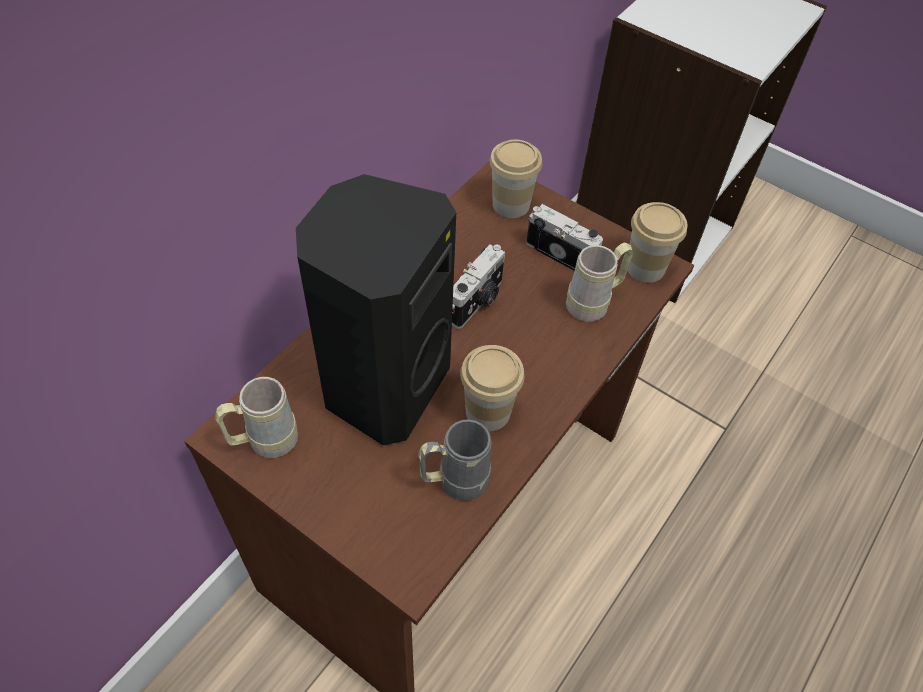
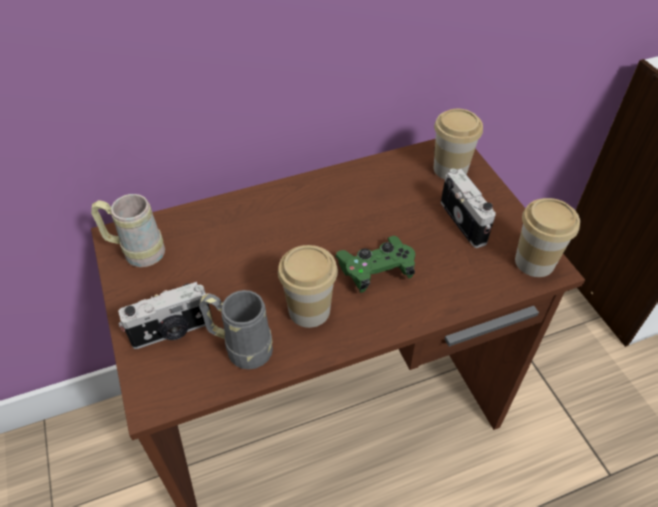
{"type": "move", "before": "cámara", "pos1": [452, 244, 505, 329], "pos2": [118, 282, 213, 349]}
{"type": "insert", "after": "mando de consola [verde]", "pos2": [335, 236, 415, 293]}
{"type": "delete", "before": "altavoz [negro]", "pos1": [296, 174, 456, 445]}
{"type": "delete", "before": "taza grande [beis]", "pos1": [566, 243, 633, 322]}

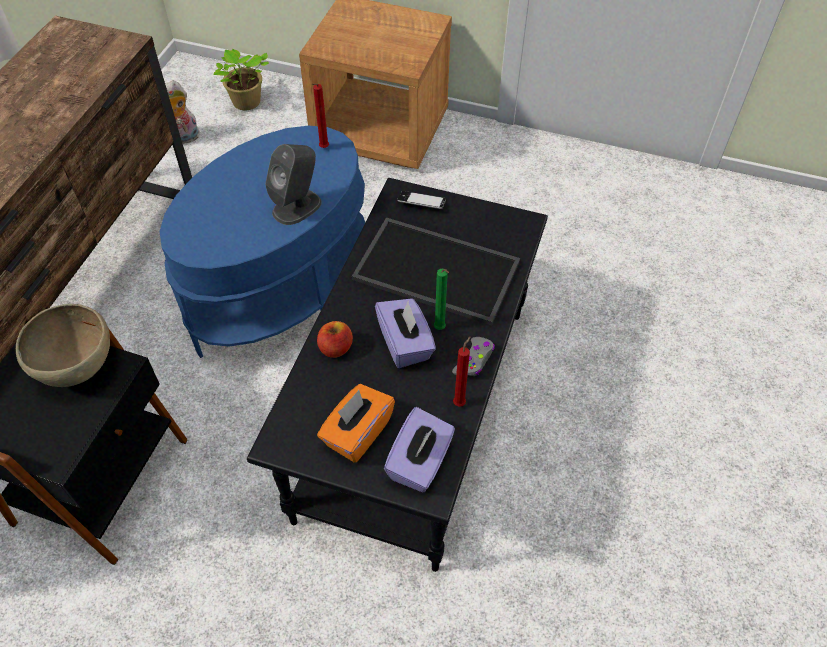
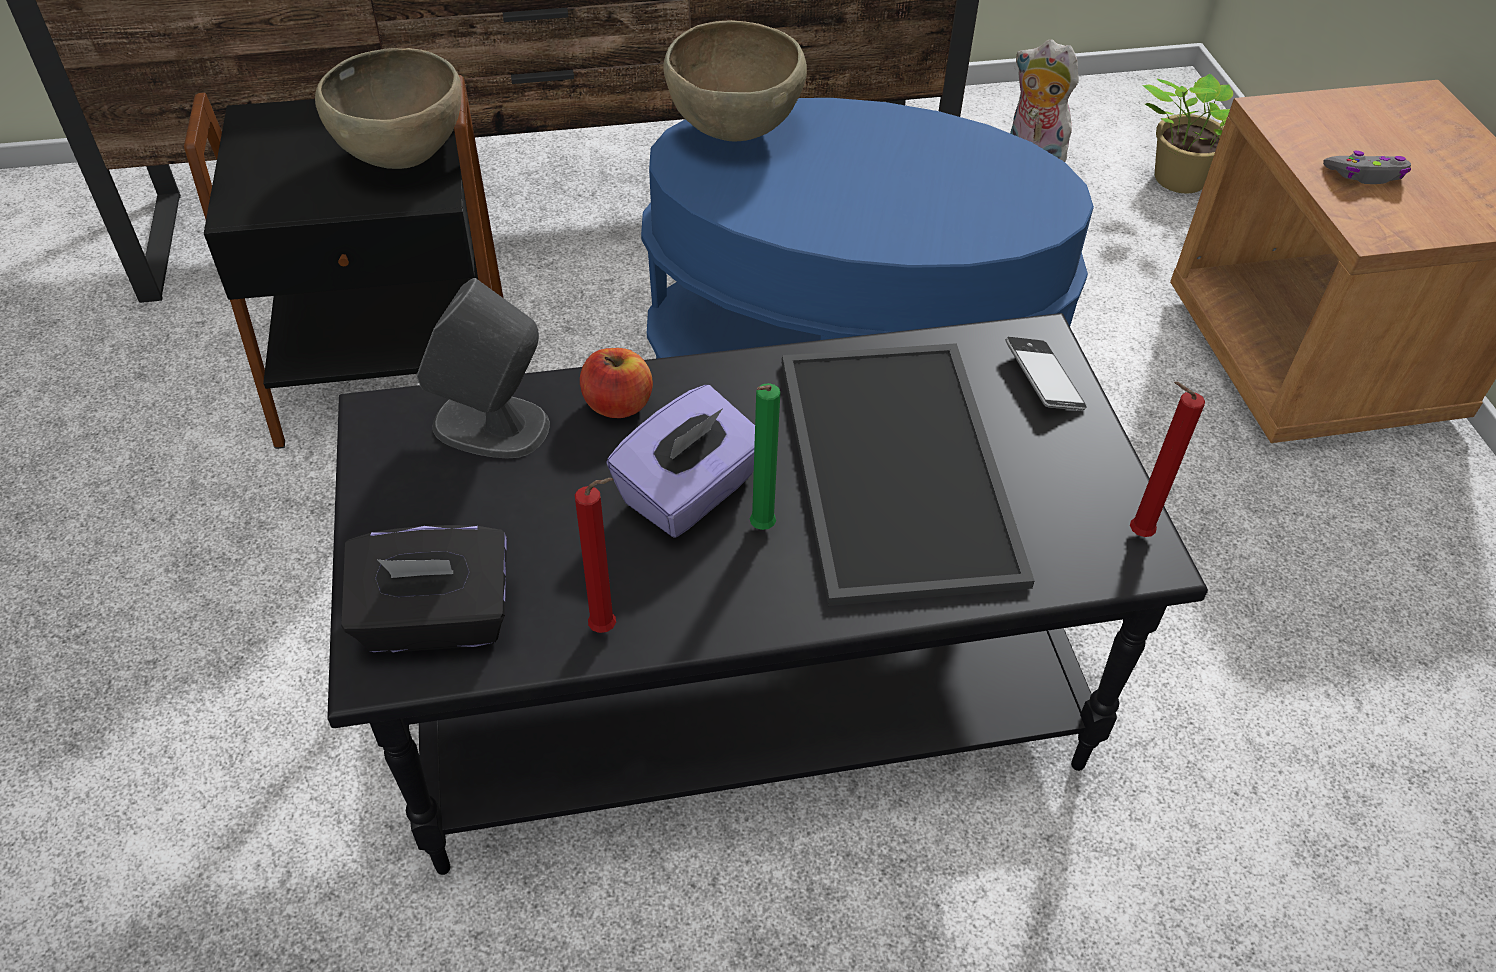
{"type": "recolor", "before": "caja de pañuelos [morado]", "after": "caja de pañuelos [negro]", "pos1": [384, 407, 455, 492], "pos2": [341, 525, 507, 653]}
{"type": "move", "before": "altavoz [gris]", "pos1": [265, 144, 322, 225], "pos2": [417, 278, 550, 459]}
{"type": "insert", "after": "cuenco [marrón]", "pos2": [663, 20, 807, 141]}
{"type": "move", "before": "vela [rojo]", "pos1": [312, 84, 329, 148], "pos2": [1130, 382, 1205, 537]}
{"type": "move", "before": "mando de consola [gris]", "pos1": [452, 337, 495, 376], "pos2": [1323, 151, 1411, 184]}
{"type": "delete", "before": "caja de pañuelos [naranja]", "pos1": [317, 384, 395, 463]}

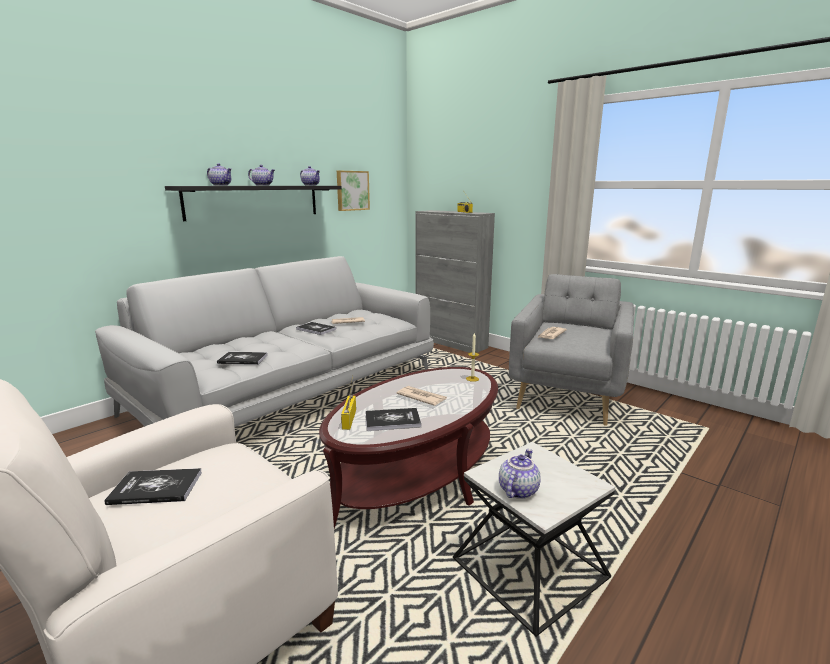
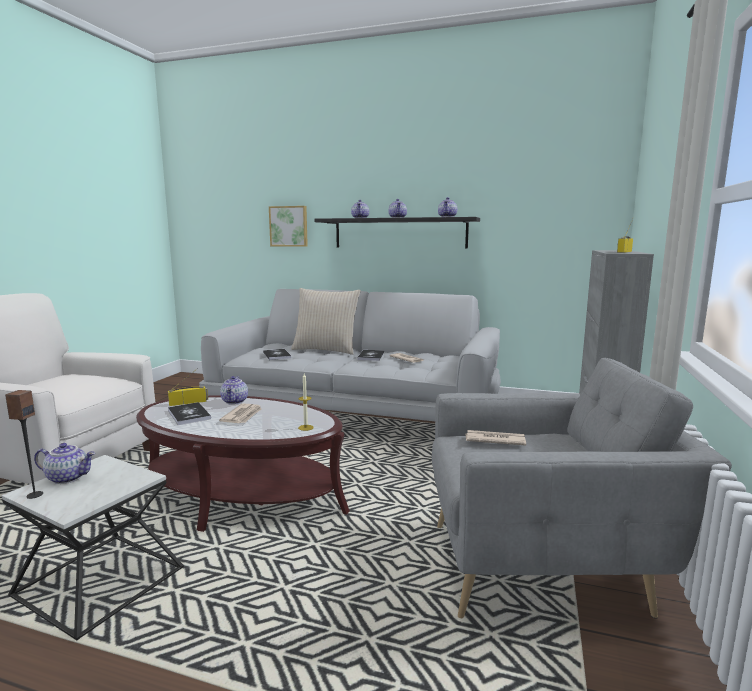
{"type": "insert", "after": "altavoz", "pos2": [5, 390, 43, 499]}
{"type": "insert", "after": "tetera", "pos2": [220, 376, 248, 405]}
{"type": "move", "before": "cuadro", "pos1": [337, 171, 370, 211], "pos2": [269, 206, 308, 247]}
{"type": "insert", "after": "cojín [beis]", "pos2": [291, 288, 361, 355]}
{"type": "delete", "before": "libro", "pos1": [104, 468, 202, 505]}

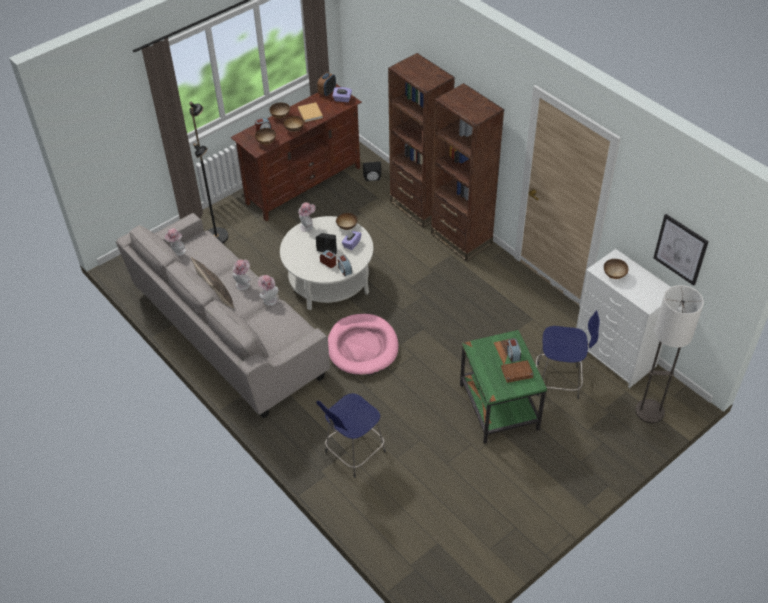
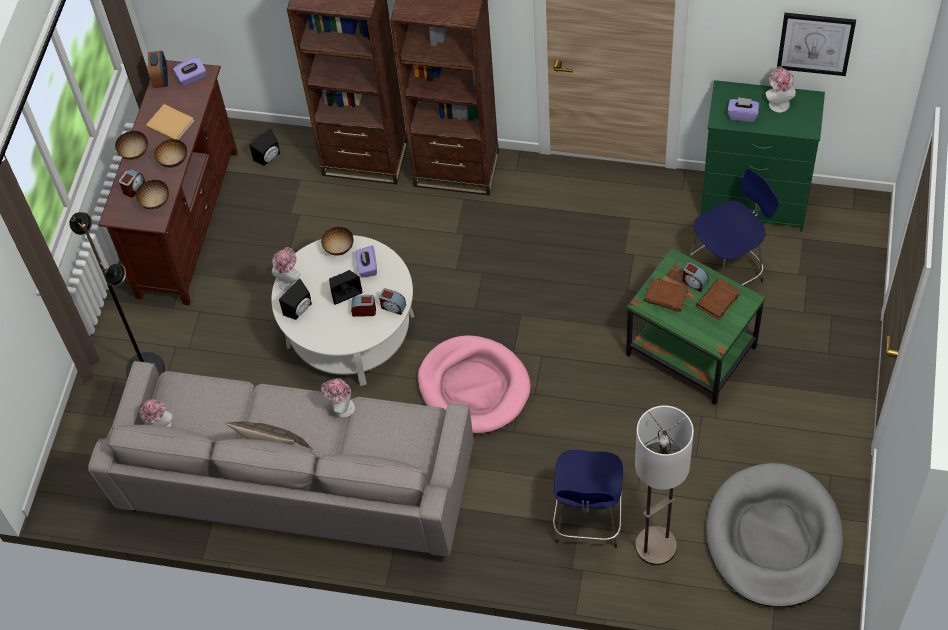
{"type": "insert", "after": "altavoz [negro]", "pos2": [279, 279, 312, 320]}
{"type": "move", "before": "lámpara de pie", "pos1": [636, 285, 704, 423], "pos2": [635, 405, 694, 565]}
{"type": "insert", "after": "libro [marrón]", "pos2": [644, 277, 688, 312]}
{"type": "recolor", "before": "cómoda [blanco]", "after": "cómoda [verde]", "pos1": [576, 249, 670, 388], "pos2": [701, 80, 825, 232]}
{"type": "insert", "after": "cama para perro [gris]", "pos2": [706, 463, 843, 608]}
{"type": "replace", "before": "cuenco", "after": "caja de pañuelos [morado]", "pos1": [604, 259, 629, 279], "pos2": [728, 97, 759, 122]}
{"type": "move", "before": "sombrero", "pos1": [232, 260, 251, 290], "pos2": [765, 66, 796, 113]}

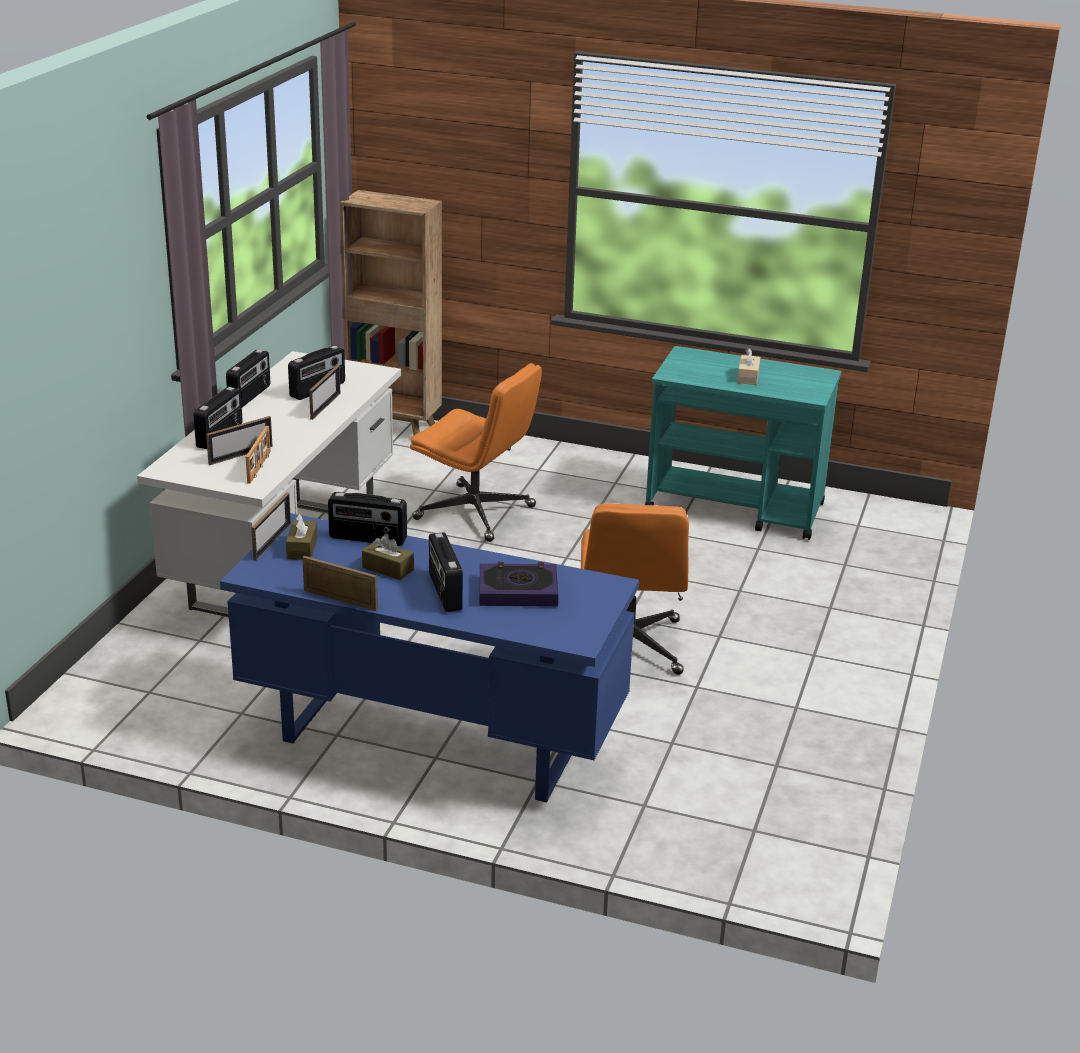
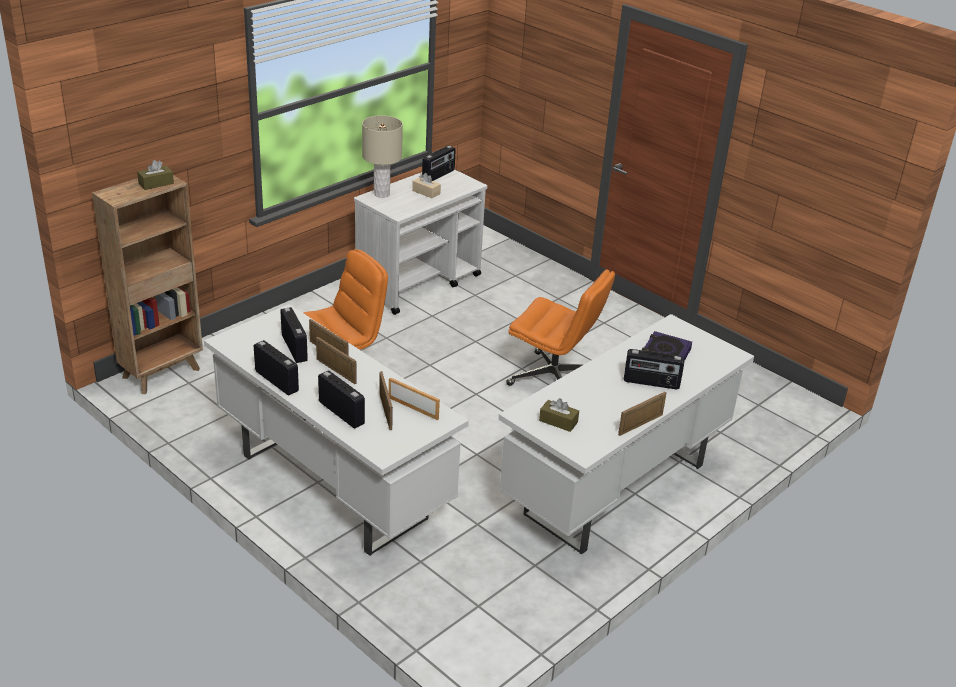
{"type": "move", "before": "caja de pañuelos [marrón]", "pos1": [362, 535, 414, 580], "pos2": [137, 160, 174, 190]}
{"type": "move", "before": "portarretratos", "pos1": [251, 492, 291, 561], "pos2": [316, 337, 356, 384]}
{"type": "recolor", "before": "carrito [turquesa]", "after": "carrito [blanco]", "pos1": [645, 346, 841, 540], "pos2": [354, 169, 487, 315]}
{"type": "insert", "after": "lámpara de mesa [beis]", "pos2": [362, 115, 403, 198]}
{"type": "move", "before": "radio", "pos1": [328, 492, 407, 546], "pos2": [422, 145, 456, 181]}
{"type": "recolor", "before": "escritorio [azul]", "after": "escritorio [blanco]", "pos1": [220, 513, 639, 802], "pos2": [498, 314, 754, 555]}

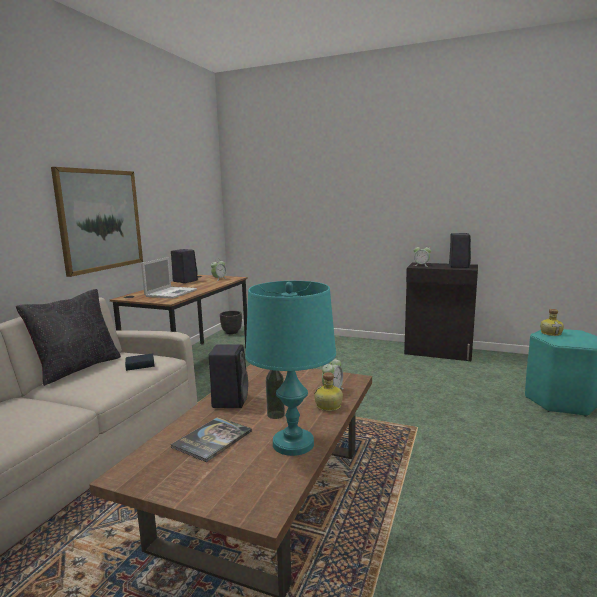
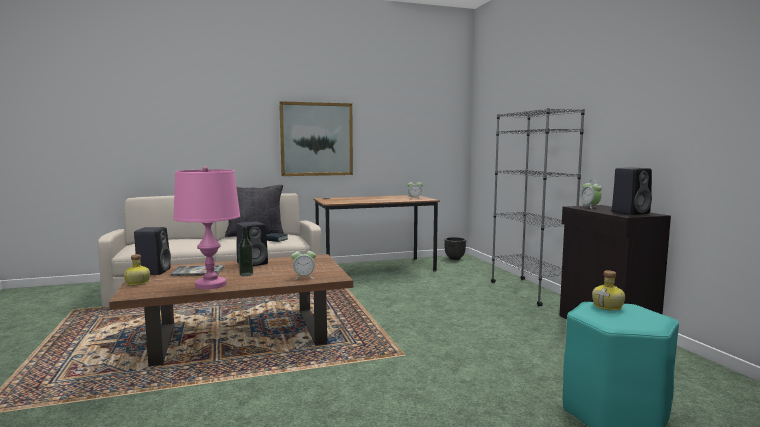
{"type": "move", "before": "botella", "pos1": [314, 372, 343, 411], "pos2": [124, 254, 150, 285]}
{"type": "move", "before": "altavoz [negro]", "pos1": [171, 249, 198, 283], "pos2": [134, 227, 171, 275]}
{"type": "recolor", "before": "lámpara de mesa [turquesa]", "after": "lámpara de mesa [rosa]", "pos1": [245, 281, 336, 456], "pos2": [173, 166, 240, 289]}
{"type": "insert", "after": "estantería [gris]", "pos2": [491, 108, 585, 306]}
{"type": "delete", "before": "portátil", "pos1": [141, 257, 197, 299]}

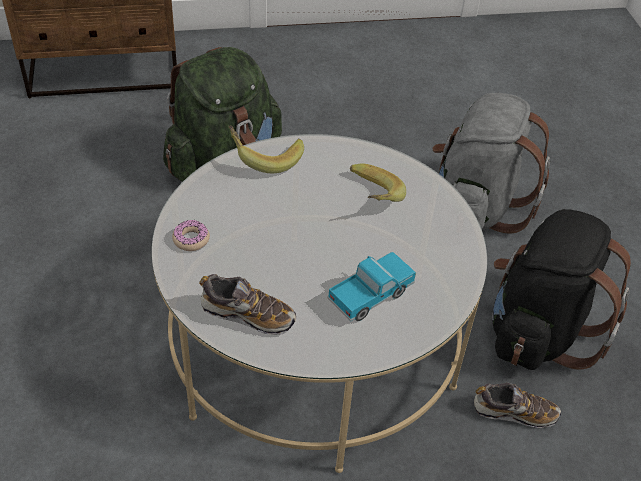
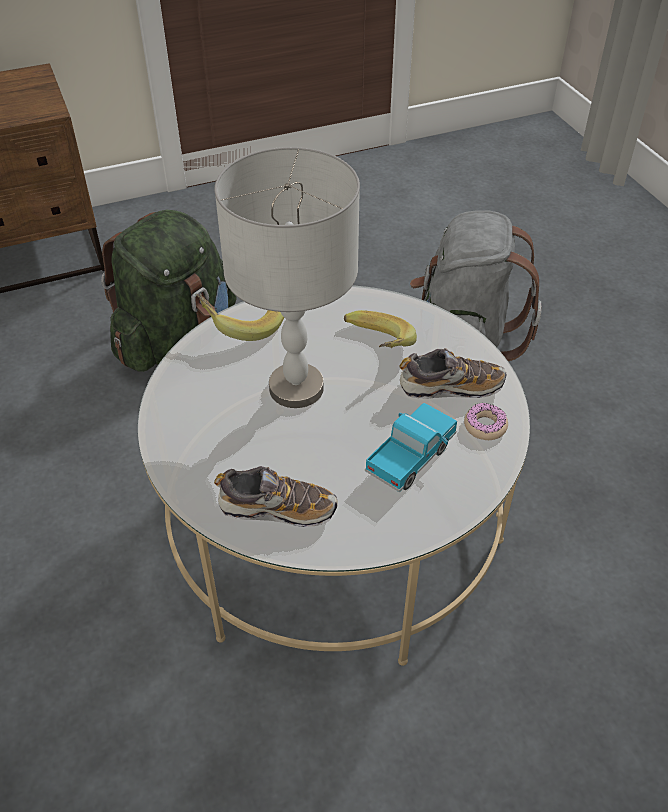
{"type": "insert", "after": "lámpara de mesa [gris]", "pos2": [215, 147, 360, 408]}
{"type": "move", "before": "zapato", "pos1": [474, 383, 561, 428], "pos2": [399, 348, 506, 399]}
{"type": "move", "before": "rosquilla", "pos1": [172, 220, 210, 251], "pos2": [464, 403, 508, 440]}
{"type": "delete", "before": "mochila [negro]", "pos1": [492, 209, 631, 370]}

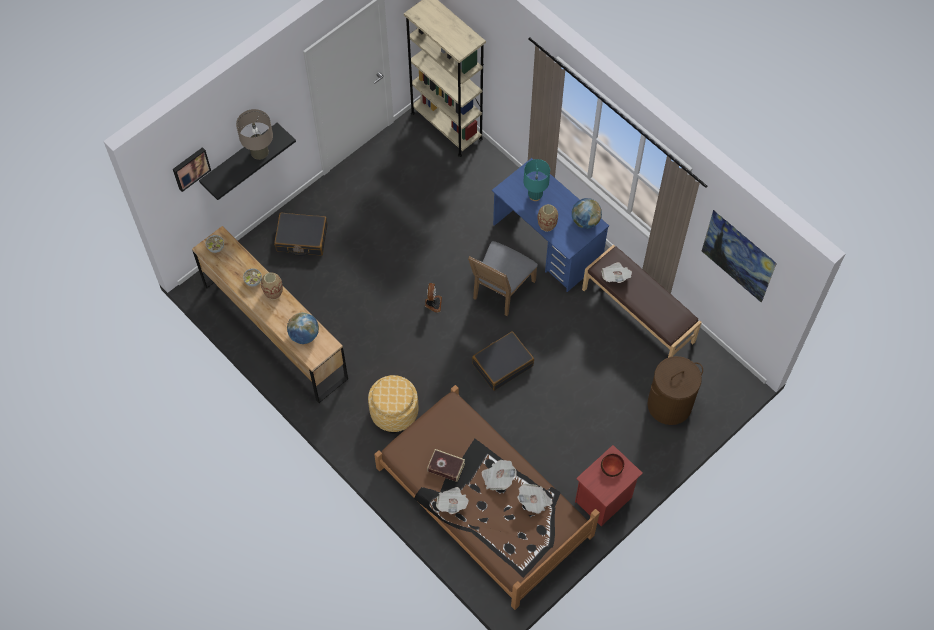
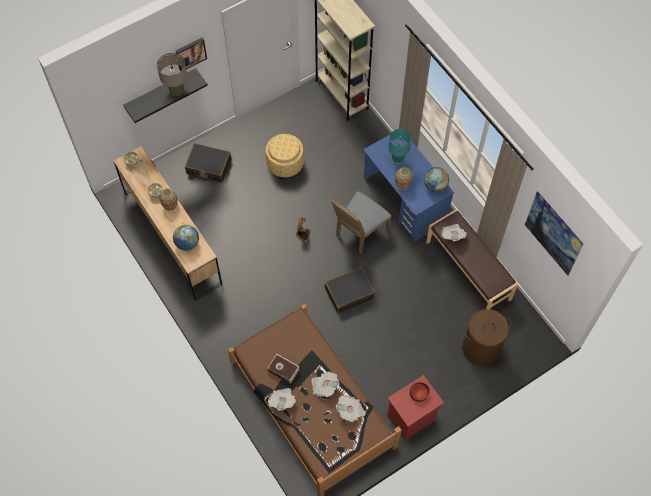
{"type": "move", "before": "cuadro", "pos1": [173, 147, 211, 192], "pos2": [176, 38, 207, 71]}
{"type": "move", "before": "puf", "pos1": [368, 375, 418, 433], "pos2": [266, 134, 304, 179]}

